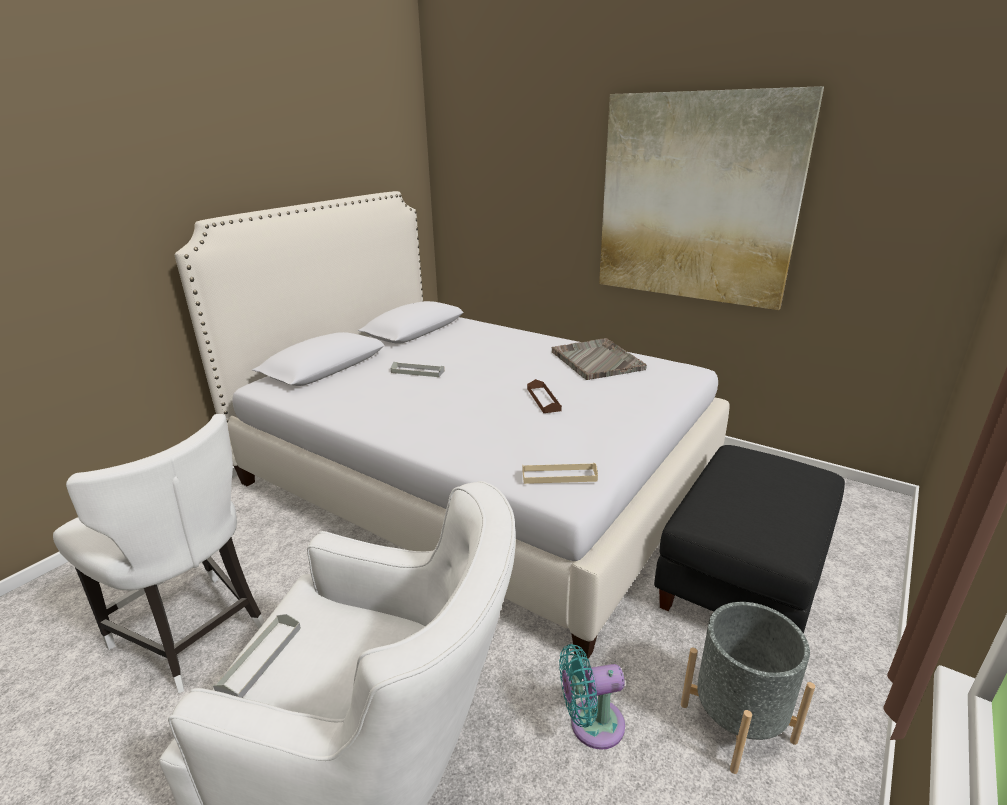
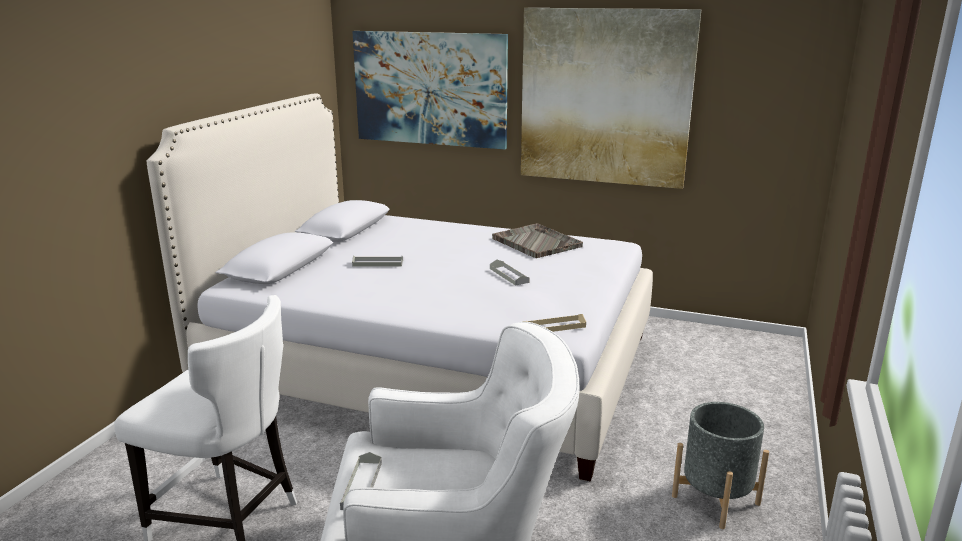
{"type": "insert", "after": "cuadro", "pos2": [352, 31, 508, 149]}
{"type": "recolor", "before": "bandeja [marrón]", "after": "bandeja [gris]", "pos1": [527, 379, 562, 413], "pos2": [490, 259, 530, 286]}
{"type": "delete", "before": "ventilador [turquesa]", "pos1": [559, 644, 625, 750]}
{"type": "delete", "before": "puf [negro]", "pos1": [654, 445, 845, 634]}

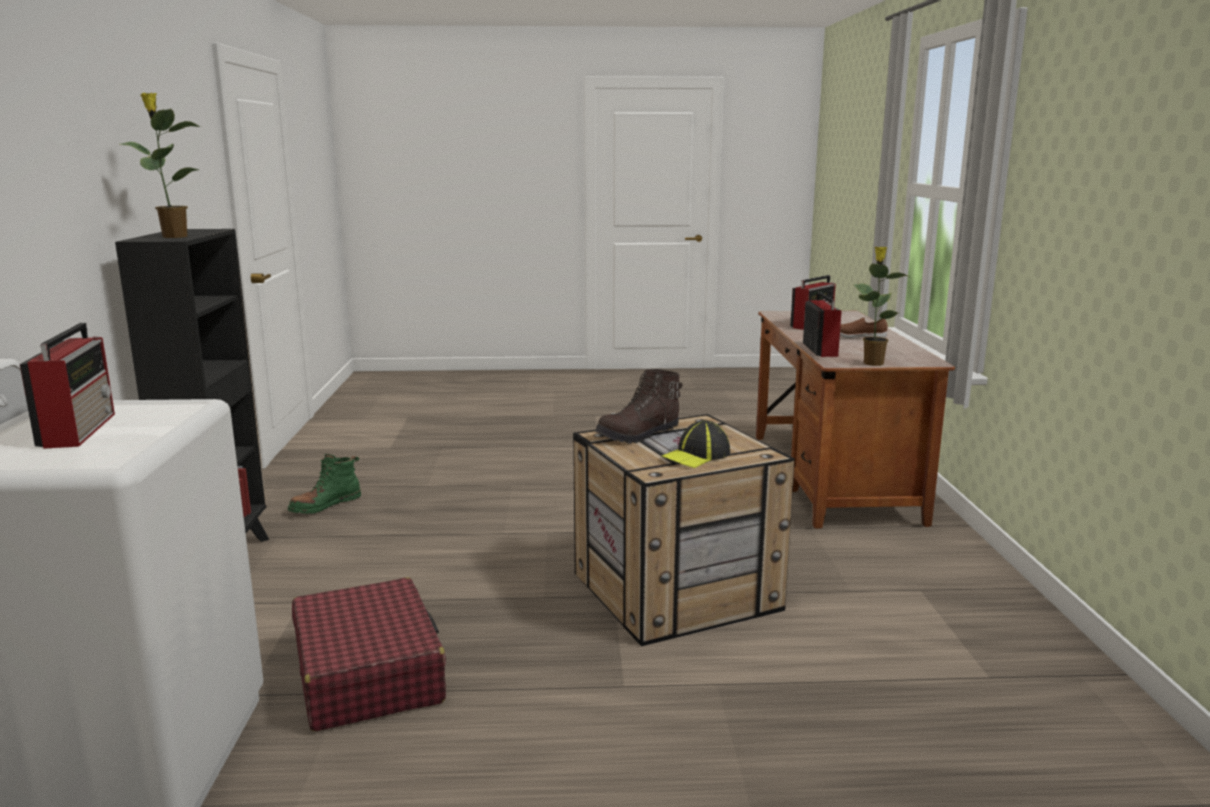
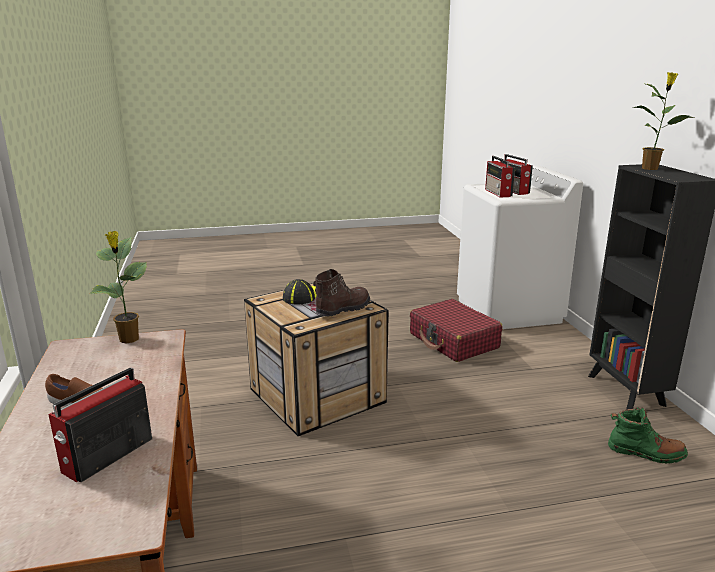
{"type": "move", "before": "radio", "pos1": [803, 292, 842, 357], "pos2": [485, 156, 515, 198]}
{"type": "rotate", "before": "bota [verde]", "pos1": [288, 454, 361, 514], "pos2": [608, 407, 688, 464], "turn": 75}

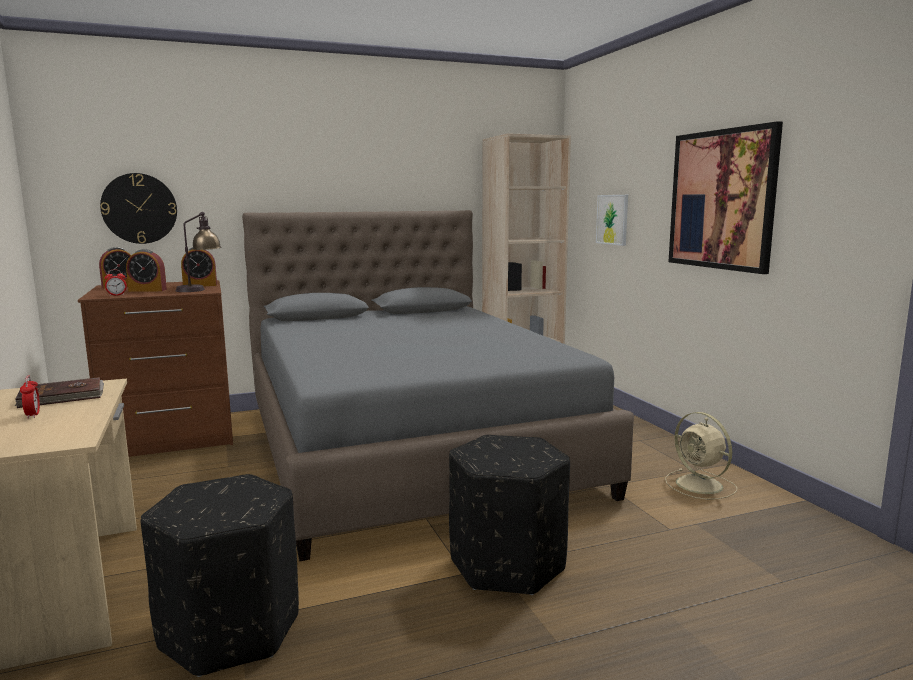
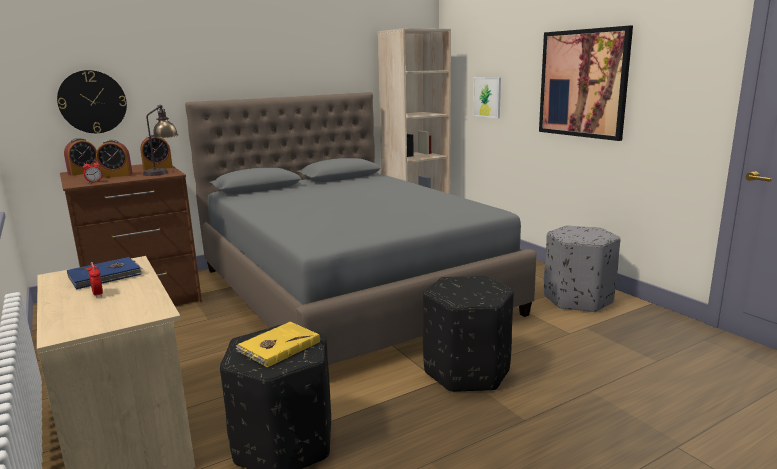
{"type": "recolor", "before": "libro [marrón]", "after": "libro [azul]", "pos1": [15, 377, 104, 408], "pos2": [67, 257, 143, 290]}
{"type": "insert", "after": "libro [amarillo]", "pos2": [235, 322, 320, 368]}
{"type": "replace", "before": "ventilador [beis]", "after": "puf [gris]", "pos1": [665, 412, 737, 500], "pos2": [544, 226, 621, 313]}

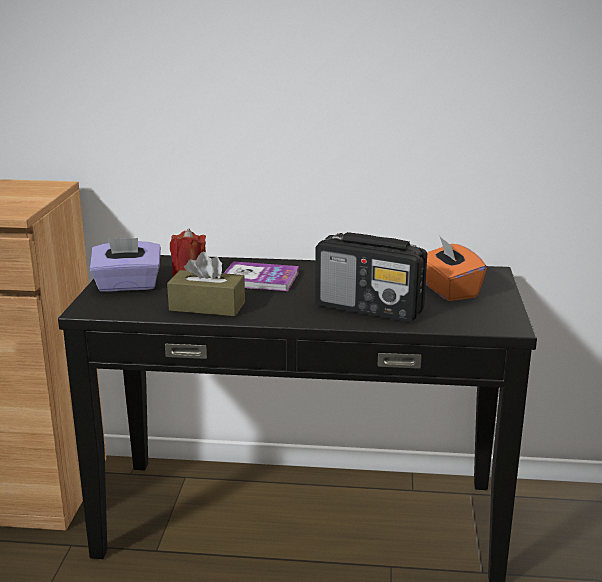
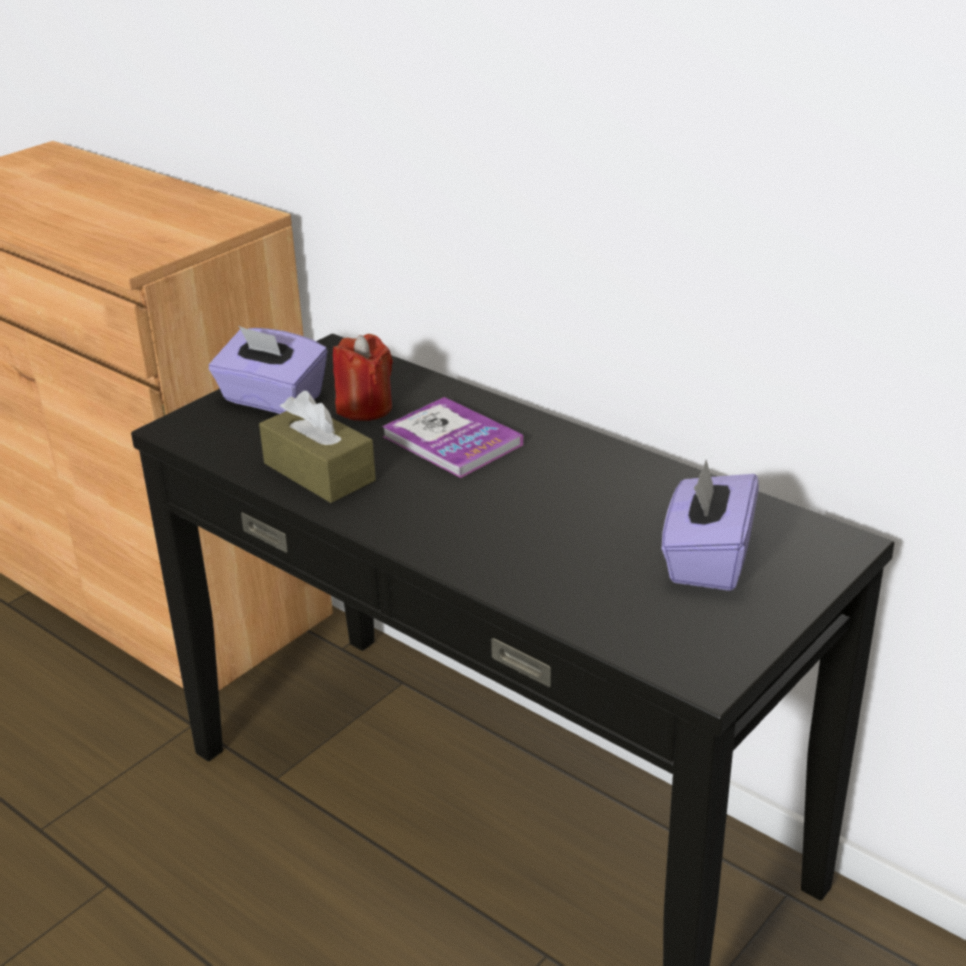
{"type": "recolor", "before": "caja de pañuelos [naranja]", "after": "caja de pañuelos [morado]", "pos1": [426, 237, 487, 301], "pos2": [662, 460, 759, 591]}
{"type": "delete", "before": "radio", "pos1": [315, 232, 427, 322]}

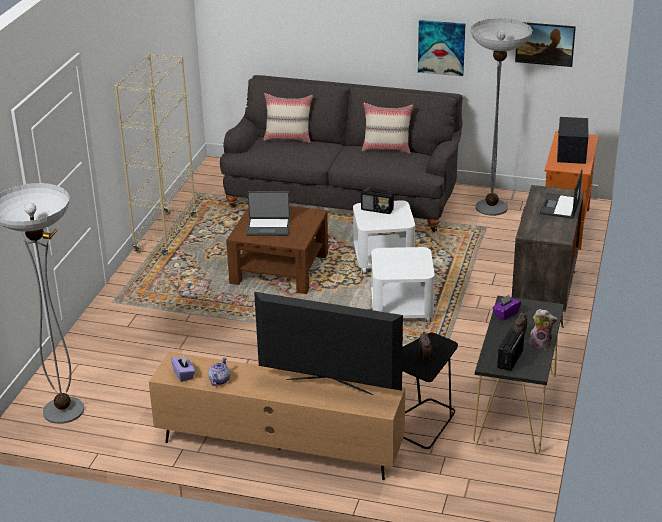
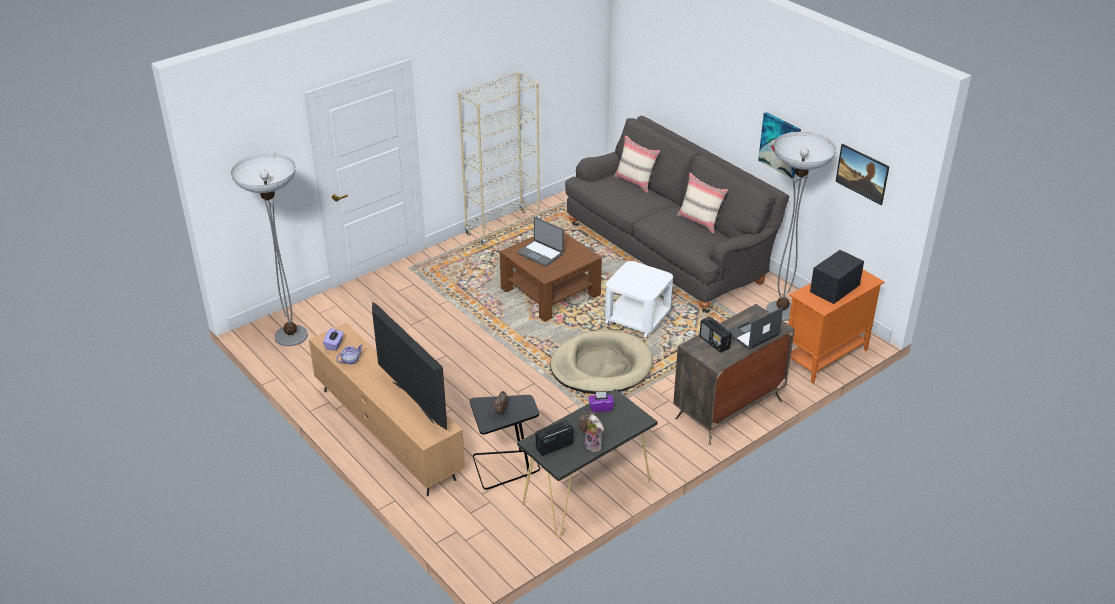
{"type": "replace", "before": "mesa auxiliar [blanco]", "after": "cama para perro [beis]", "pos1": [371, 247, 435, 322], "pos2": [550, 331, 653, 394]}
{"type": "move", "before": "radio", "pos1": [361, 188, 394, 214], "pos2": [700, 317, 732, 353]}

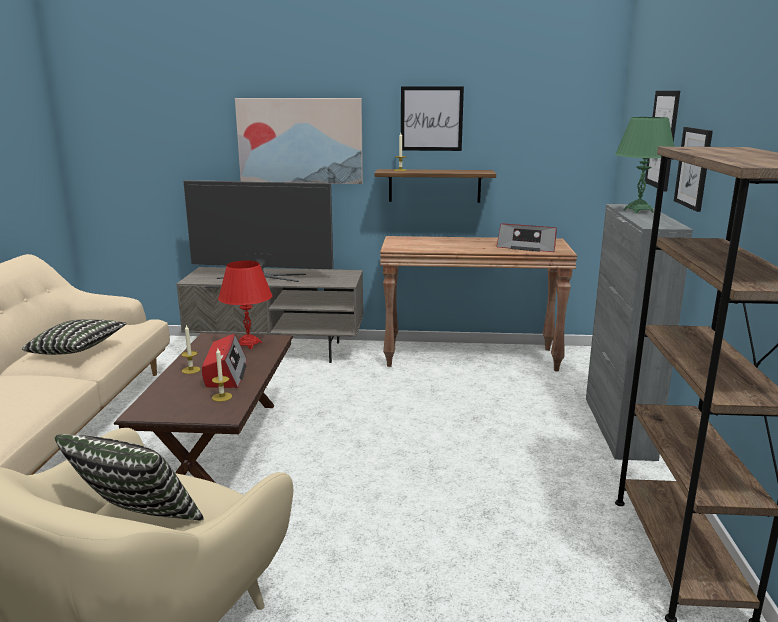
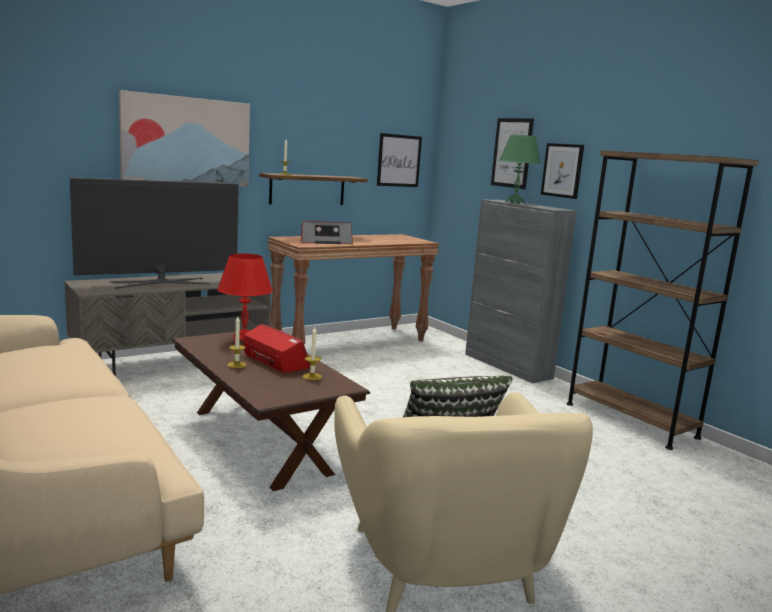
{"type": "move", "before": "radio", "pos1": [496, 223, 557, 252], "pos2": [301, 221, 353, 244]}
{"type": "move", "before": "cuadro", "pos1": [401, 86, 464, 151], "pos2": [377, 133, 422, 187]}
{"type": "delete", "before": "cojín", "pos1": [22, 319, 126, 355]}

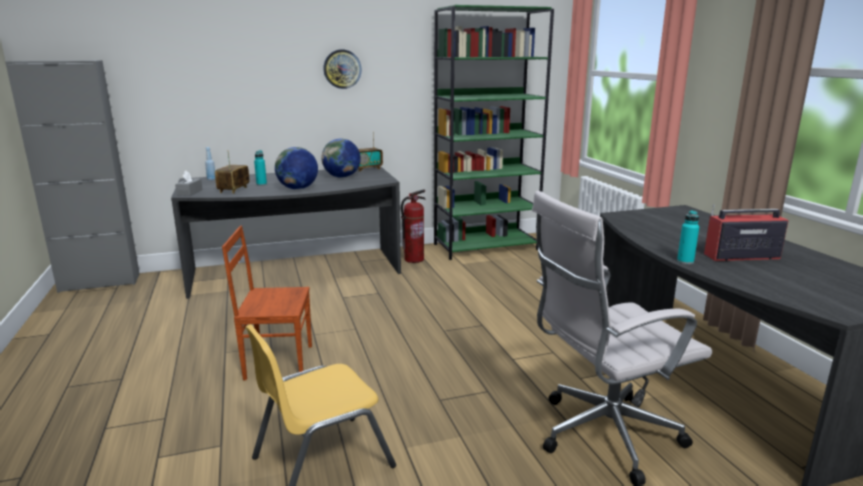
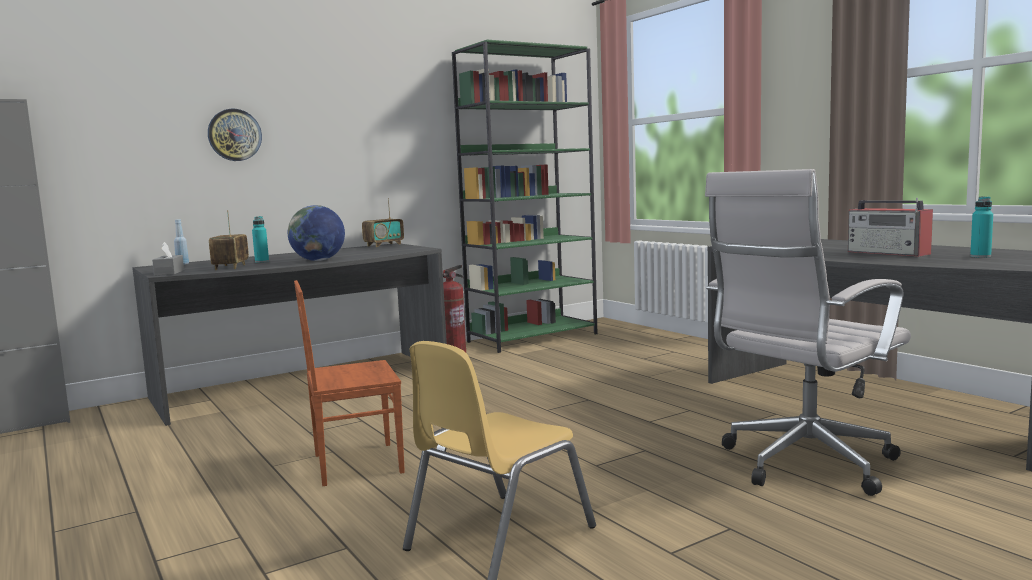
{"type": "move", "before": "reloj de pared", "pos1": [323, 50, 362, 89], "pos2": [208, 109, 262, 161]}
{"type": "rotate", "before": "radio", "pos1": [704, 204, 789, 261], "pos2": [848, 198, 933, 256], "turn": -105}
{"type": "move", "before": "botella [turquesa]", "pos1": [677, 210, 699, 264], "pos2": [970, 196, 993, 258]}
{"type": "delete", "before": "globo terráqueo", "pos1": [321, 138, 361, 178]}

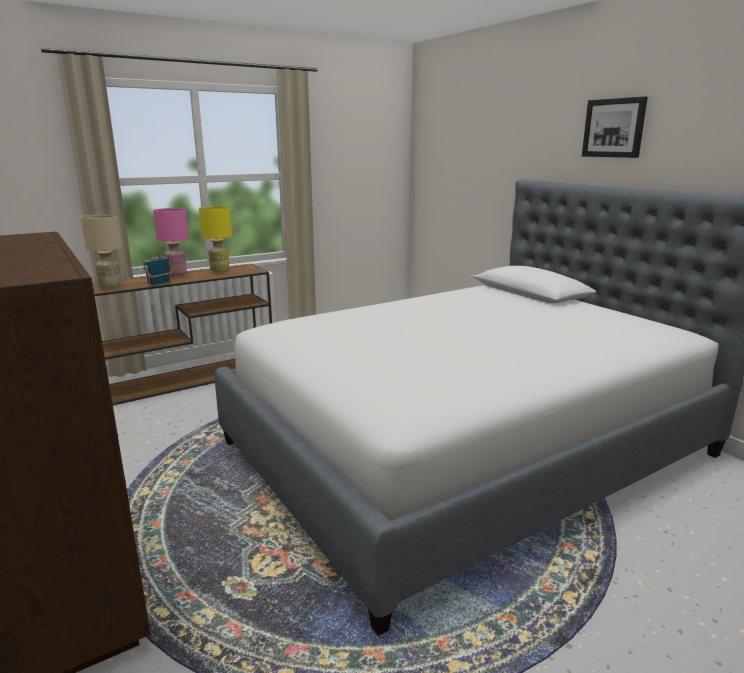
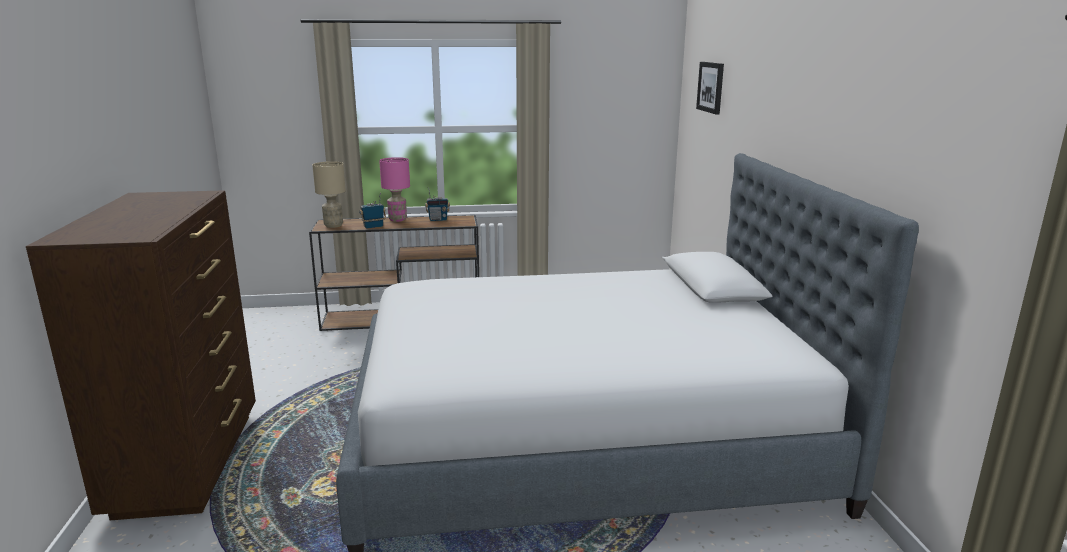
{"type": "replace", "before": "lámpara de mesa [amarillo]", "after": "radio", "pos1": [199, 206, 232, 273], "pos2": [425, 187, 450, 221]}
{"type": "move", "before": "cuadro", "pos1": [582, 97, 648, 158], "pos2": [696, 62, 724, 114]}

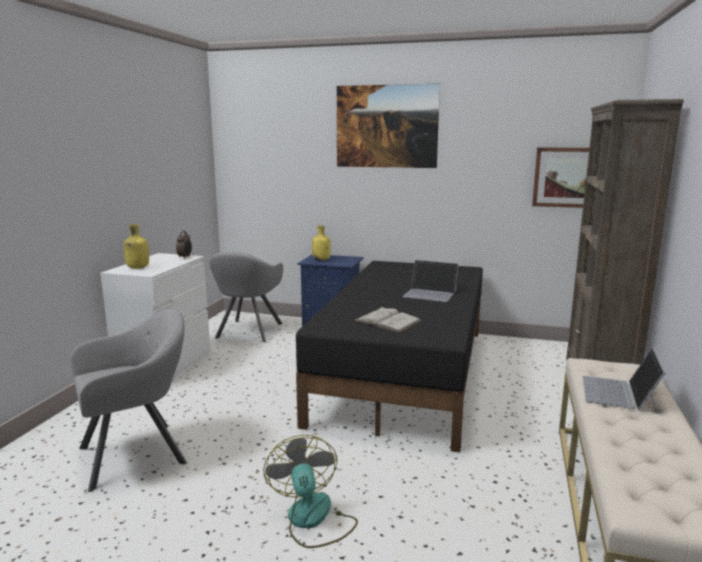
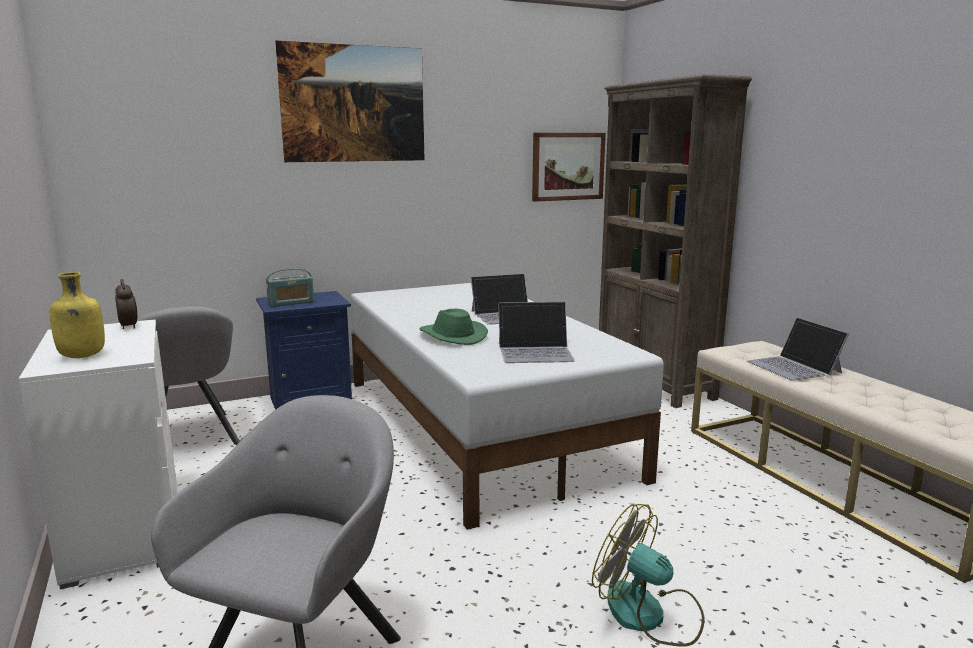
{"type": "replace", "before": "botella [amarillo]", "after": "radio", "pos1": [312, 225, 331, 261], "pos2": [266, 268, 314, 307]}
{"type": "recolor", "before": "cama [negro]", "after": "cama [blanco]", "pos1": [296, 261, 483, 452], "pos2": [351, 283, 664, 530]}
{"type": "insert", "after": "sombrero [verde]", "pos2": [420, 308, 488, 345]}
{"type": "replace", "before": "libro [blanco]", "after": "portátil", "pos1": [354, 307, 421, 333], "pos2": [499, 302, 575, 363]}

